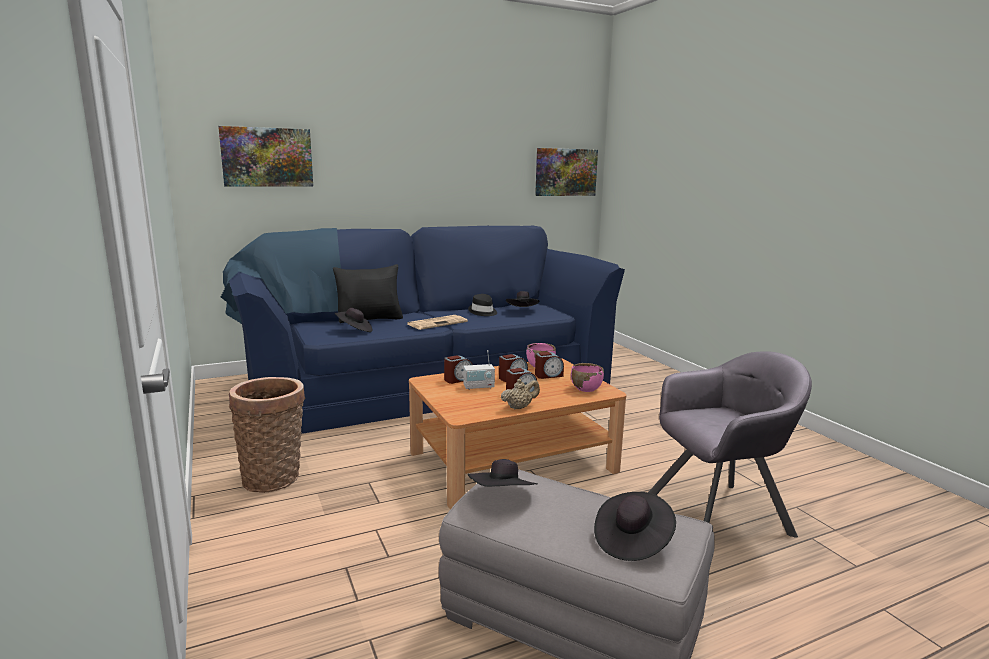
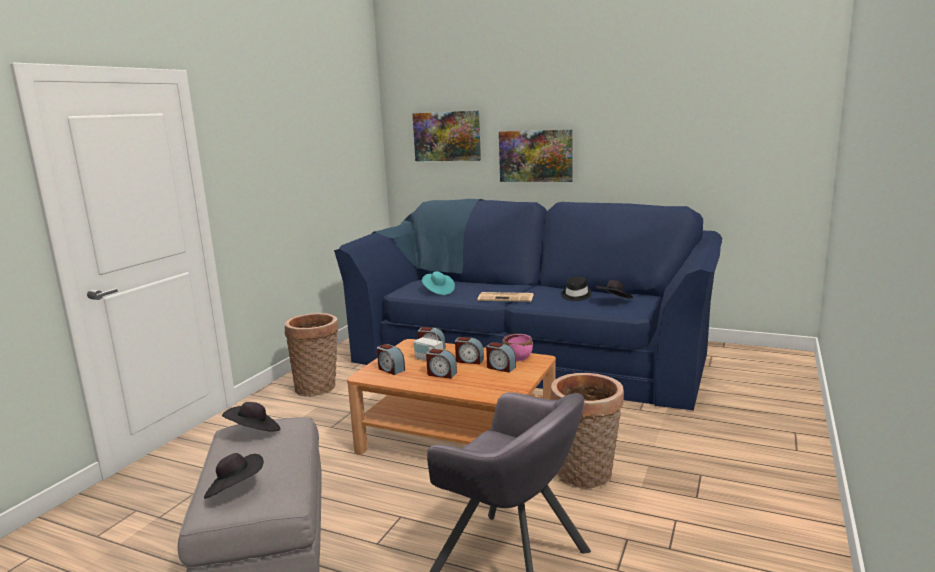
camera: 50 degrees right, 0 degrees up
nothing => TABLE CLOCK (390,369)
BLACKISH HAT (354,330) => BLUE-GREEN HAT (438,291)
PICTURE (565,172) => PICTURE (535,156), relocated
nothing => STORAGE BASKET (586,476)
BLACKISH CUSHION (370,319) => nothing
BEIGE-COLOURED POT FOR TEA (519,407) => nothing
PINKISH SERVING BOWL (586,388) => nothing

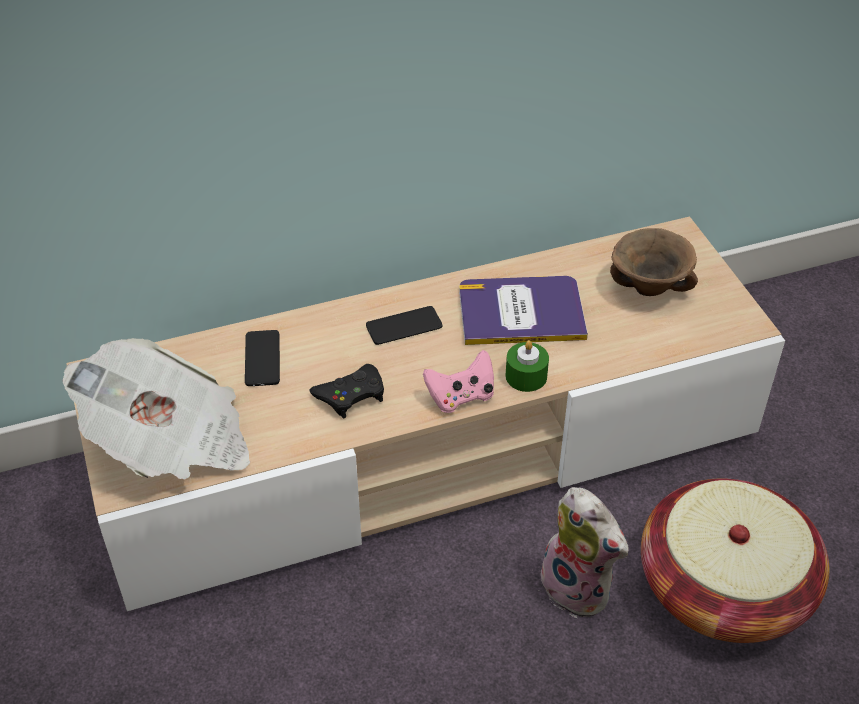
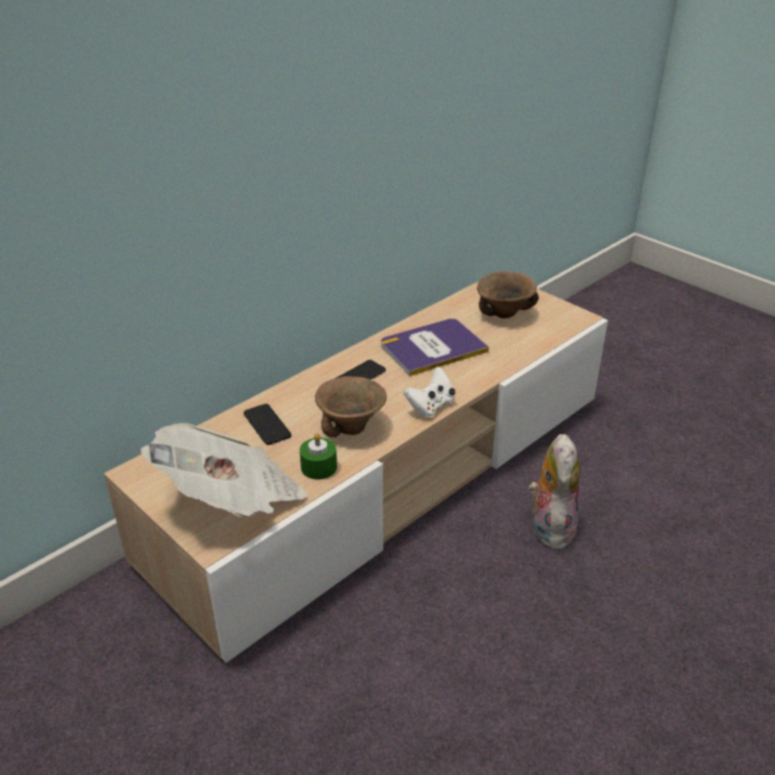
camera: 25 degrees left, 10 degrees down
GREEN CANDLE (526,376) => GREEN CANDLE (319,467), relocated
BLACKISH JOYPAD (351,395) => BROWN SERVING BOWL (351,428)
PINKISH JOYPAD (461,396) => WHITISH JOYPAD (431,406)
PLUSH TOY (580,588) => PLUSH TOY (549,526), 105 degrees counterclockwise
STORAGE BASKET (724,589) => nothing

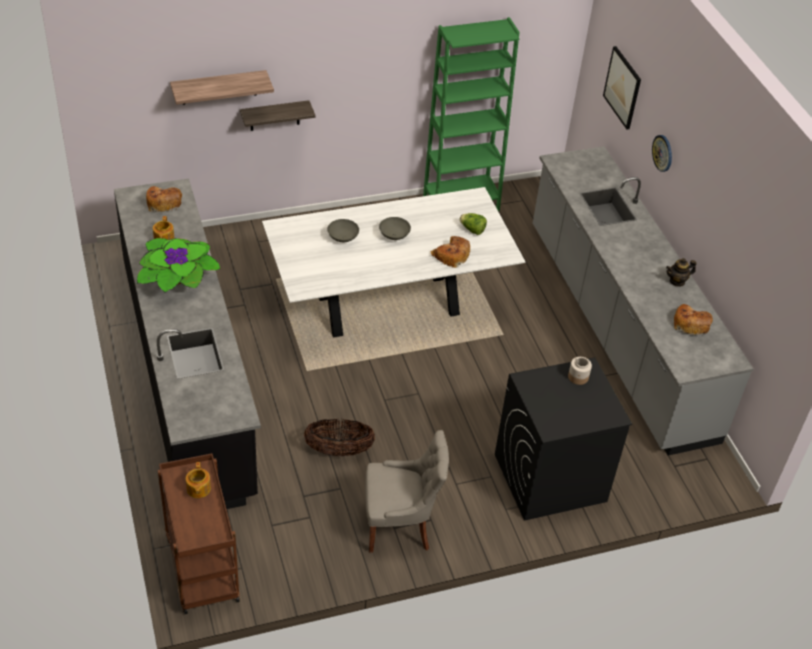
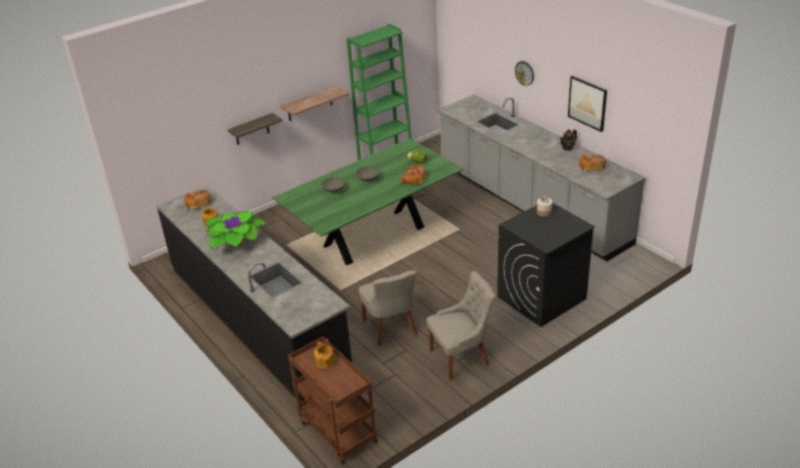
camera: 15 degrees left, 10 degrees down
WHITISH KITCHEN TABLE (388,306) => GREEN KITCHEN TABLE (373,237)
SHELF (219,87) => SHELF (309,103), relocated
STORAGE BASKET (338,450) => GREYISH CHAIR (391,328)
PICTURE (622,87) => PICTURE (587,103), relocated

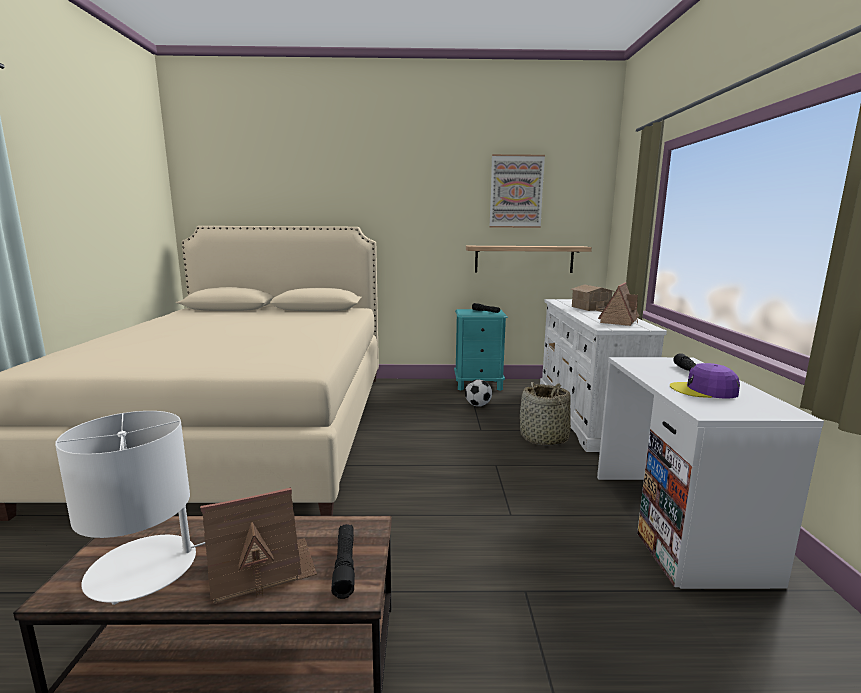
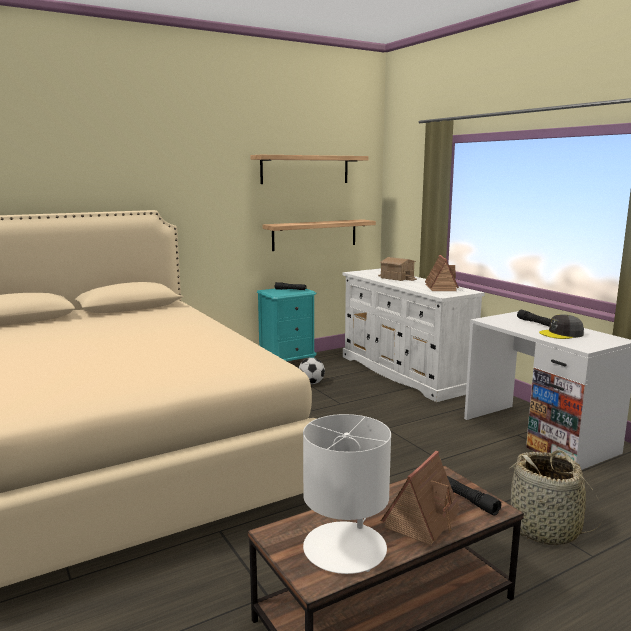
camera: 30 degrees left, 0 degrees up
PICTURE (516,191) => SHELF (305,169)
STORAGE BASKET (544,438) => STORAGE BASKET (545,529), relocated
PURPLE-COLOURED CAP (704,390) => GREYISH CAP (561,334)

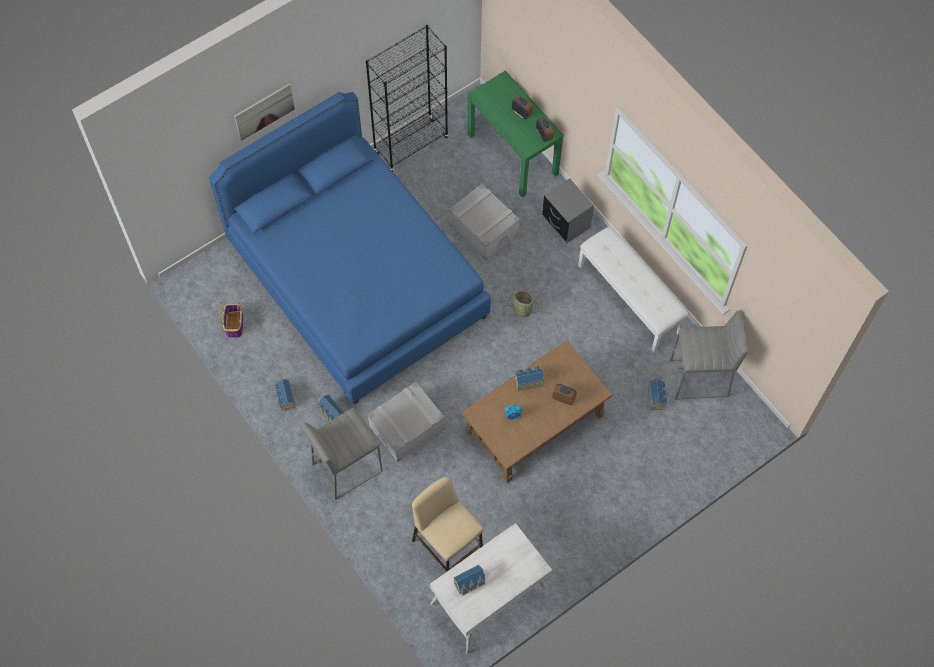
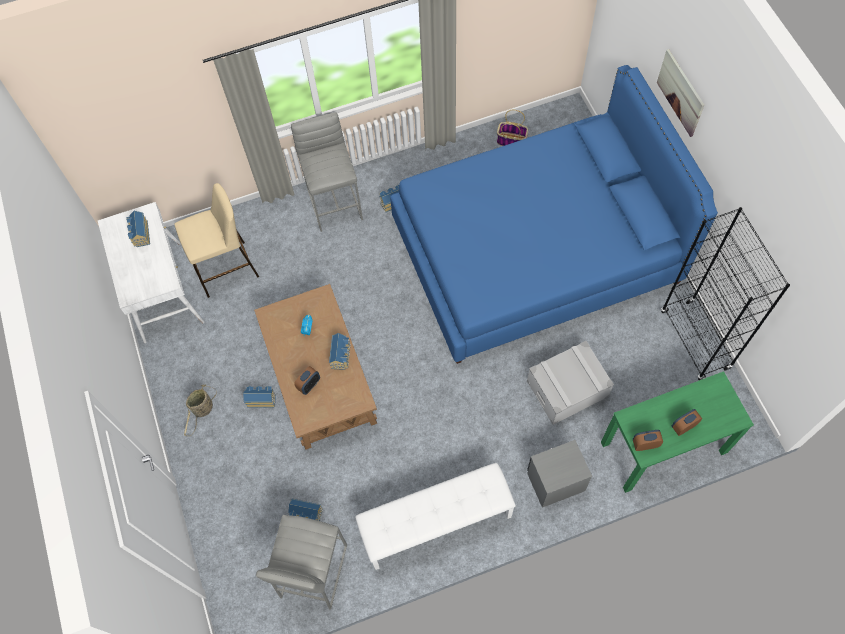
camera: 110 degrees right, 0 degrees up
STORAGE BASKET (524,311) => STORAGE BASKET (203,410), relocated
MINIATURE HOUSE (285,399) => MINIATURE HOUSE (261,399), relocated
GREYISH STORAGE BIN (407,427) => nothing

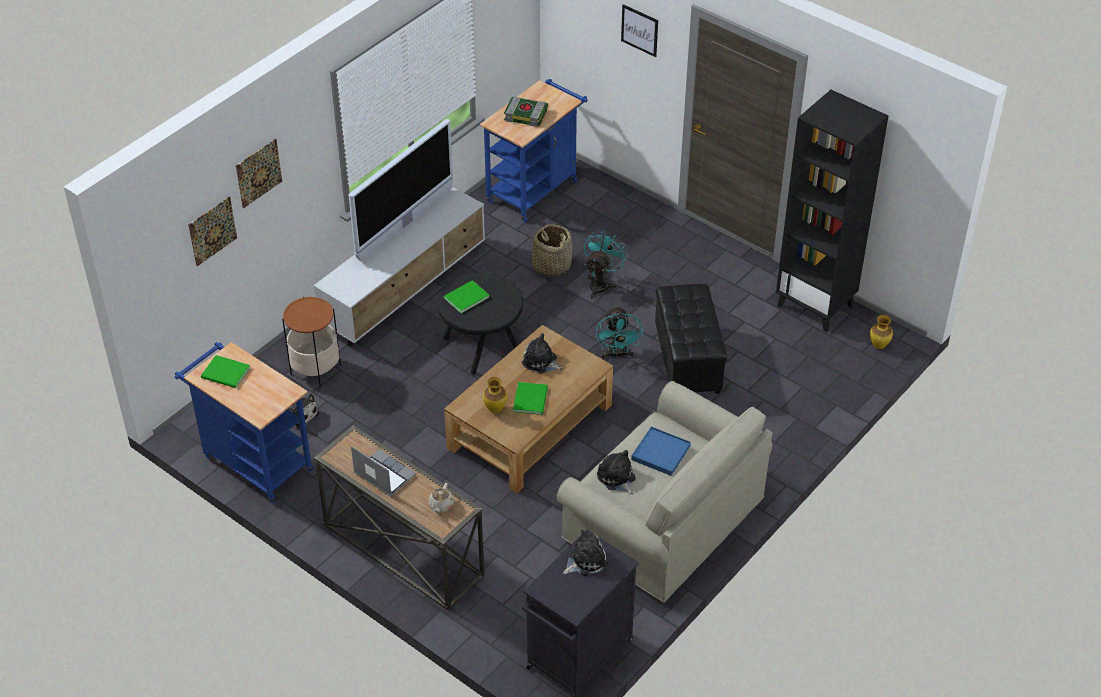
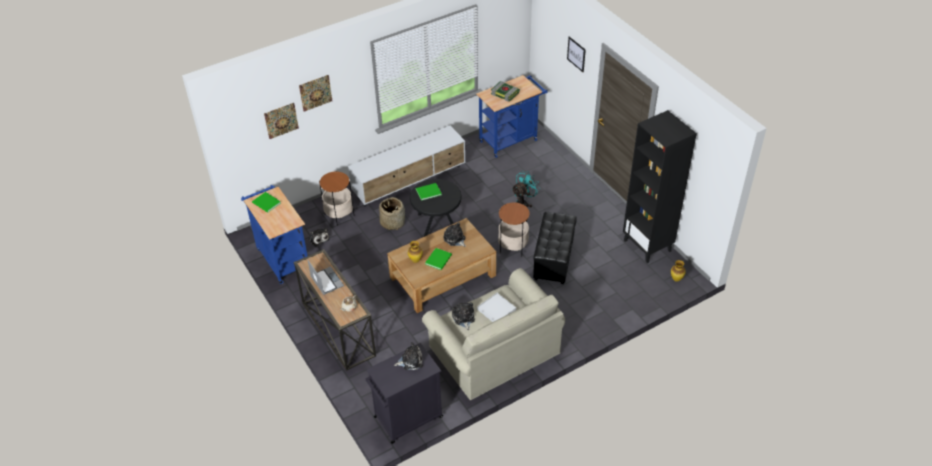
camera: 20 degrees right, 0 degrees up
STORAGE BASKET (551,265) => STORAGE BASKET (392,222), relocated
BLUISH CARRYING TRAY (660,453) => WHITISH CARRYING TRAY (496,309)
BLUE-GREEN ELECTRIC FAN (617,355) => ACCENT TABLE (513,247)
TELEVISION (405,225) => nothing

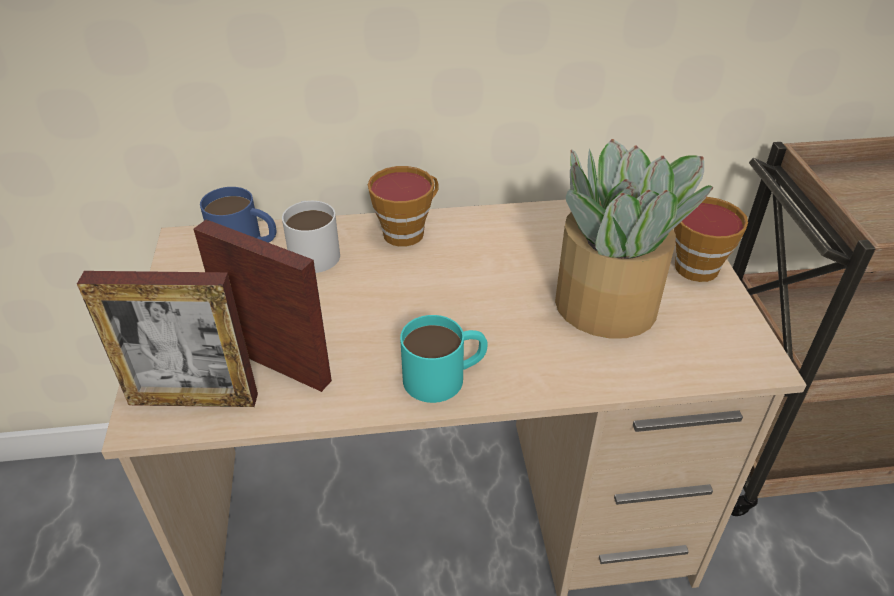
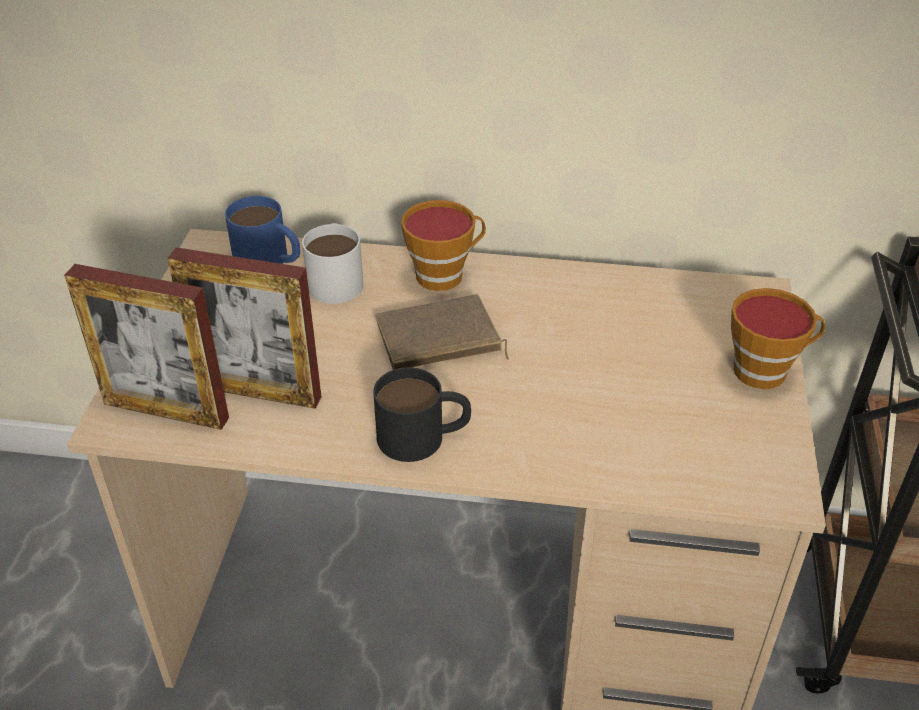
camera: 15 degrees right, 0 degrees up
STANDING FRAME (277,364) => STANDING FRAME (258,392), 150 degrees clockwise
BLUE-GREEN TEA MUG (445,376) => BLACKISH TEA MUG (423,437)
nothing => BROWN BOUND BOOK (438,341)
POTTED PLANT (607,307) => nothing

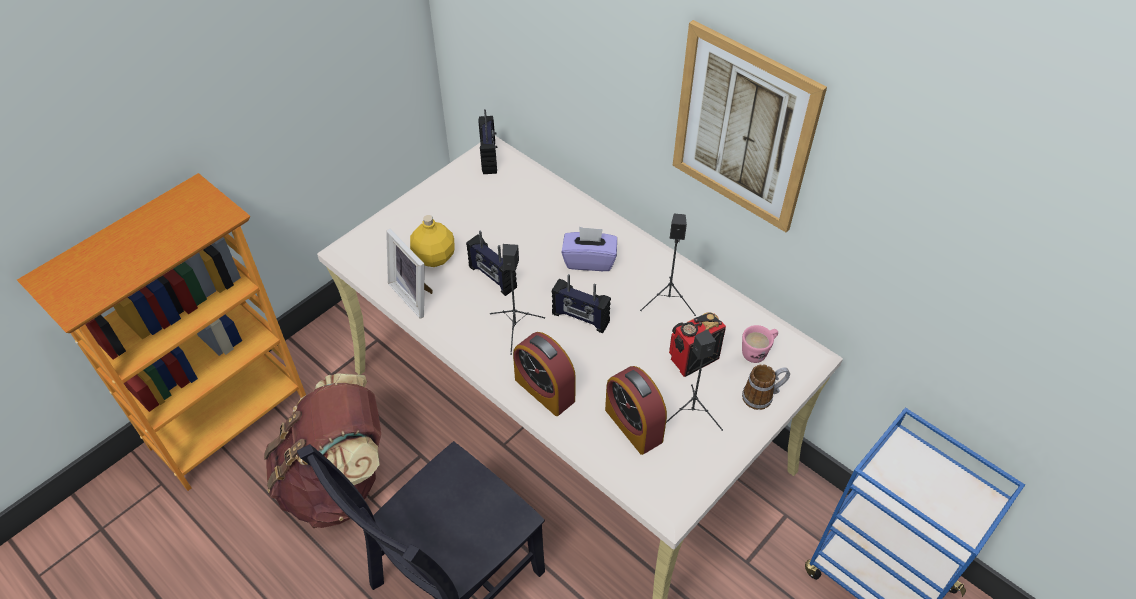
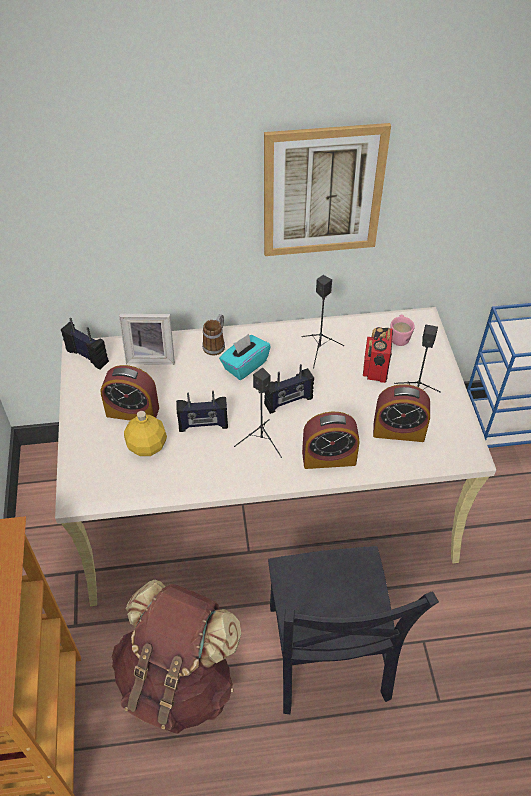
camera: 50 degrees left, 0 degrees up
nothing => TABLE CLOCK (132,412)
STANDING FRAME (415,294) => STANDING FRAME (151,356), relocated
TEA MUG (763,396) => TEA MUG (216,344), relocated
PURPLE-COLOURED BOX OF TISSUES (589,260) => BLUE-GREEN BOX OF TISSUES (245,365)

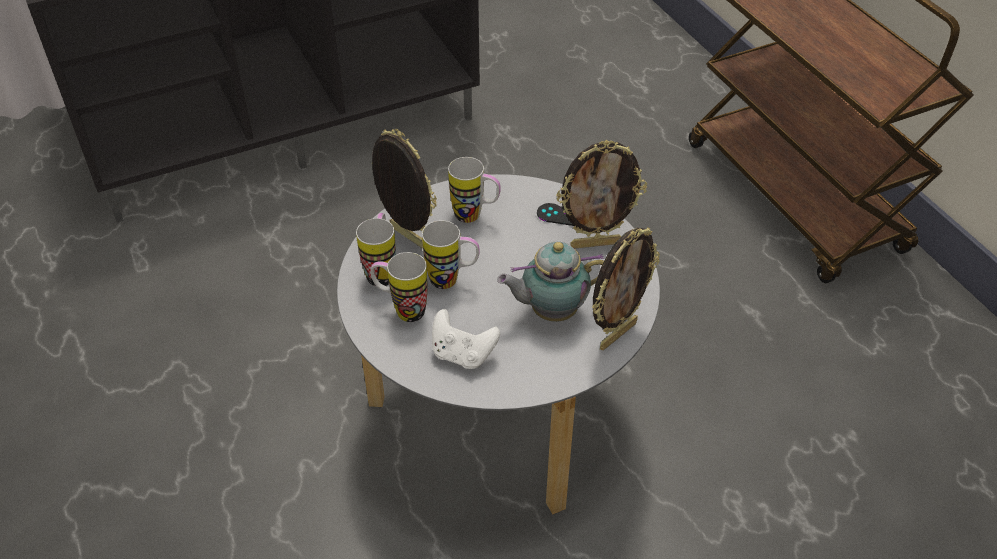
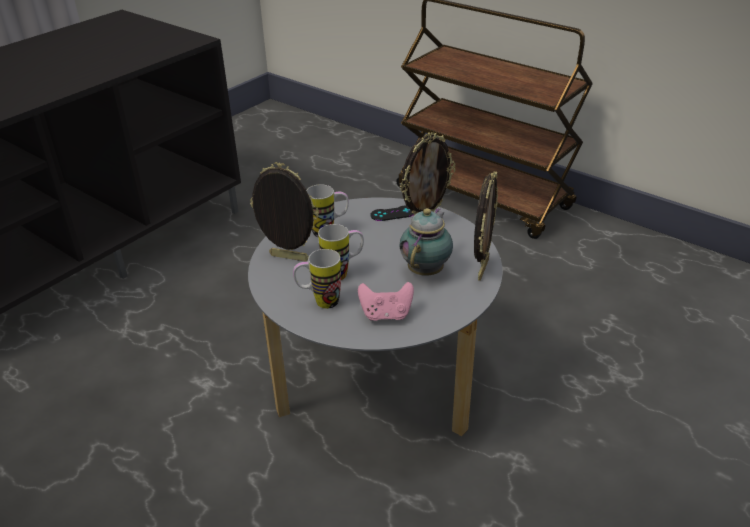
camera: 25 degrees left, 10 degrees down
WHITISH JOYPAD (462,354) => PINKISH JOYPAD (386,314)
POT FOR TEA (550,311) => POT FOR TEA (427,270), 150 degrees clockwise
TEA MUG (382,270) => nothing

